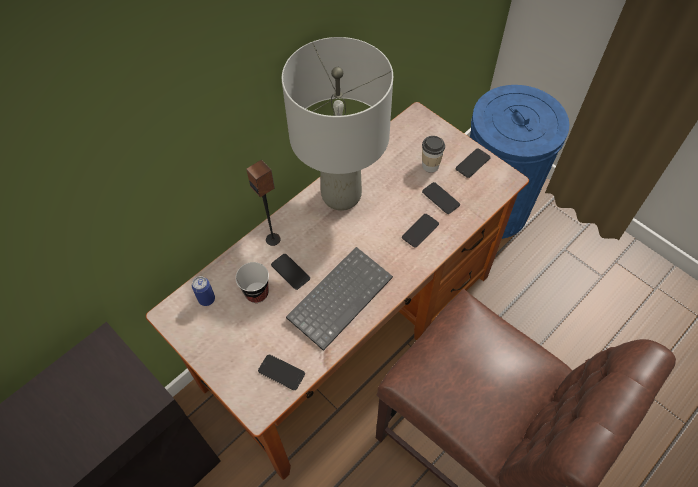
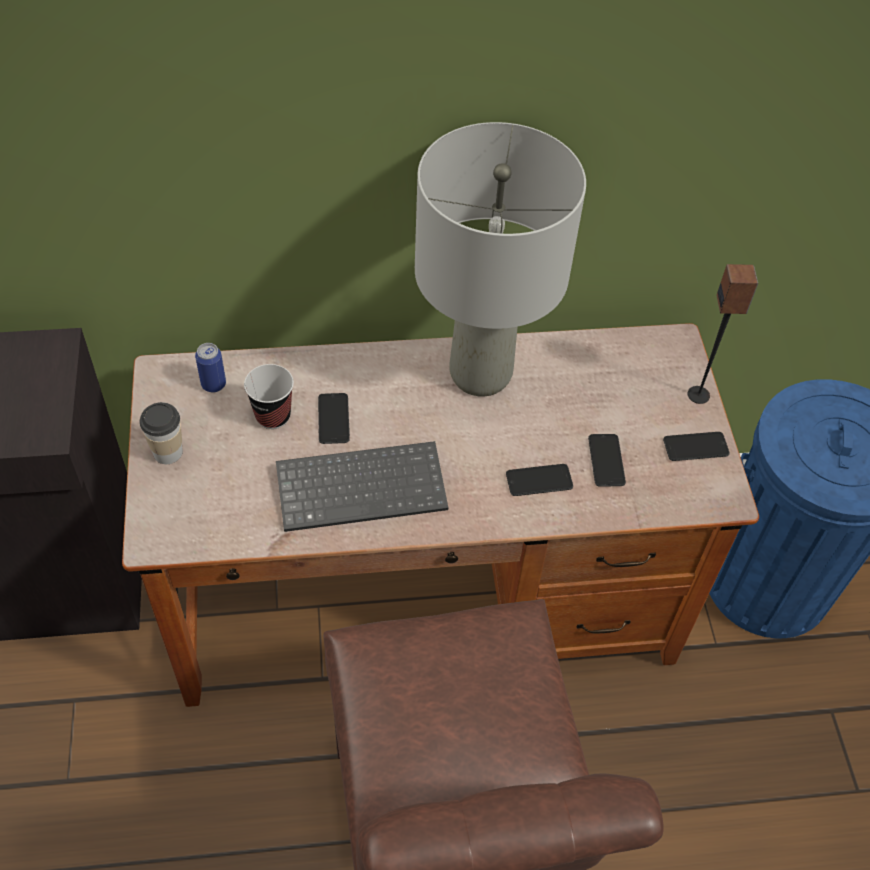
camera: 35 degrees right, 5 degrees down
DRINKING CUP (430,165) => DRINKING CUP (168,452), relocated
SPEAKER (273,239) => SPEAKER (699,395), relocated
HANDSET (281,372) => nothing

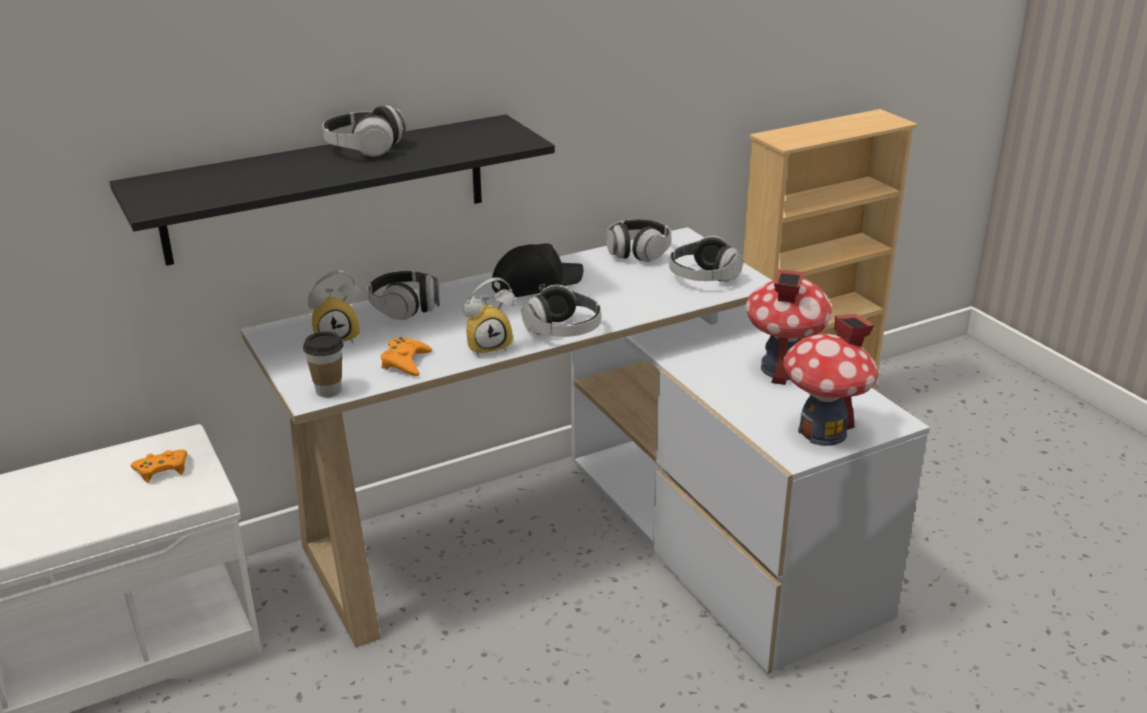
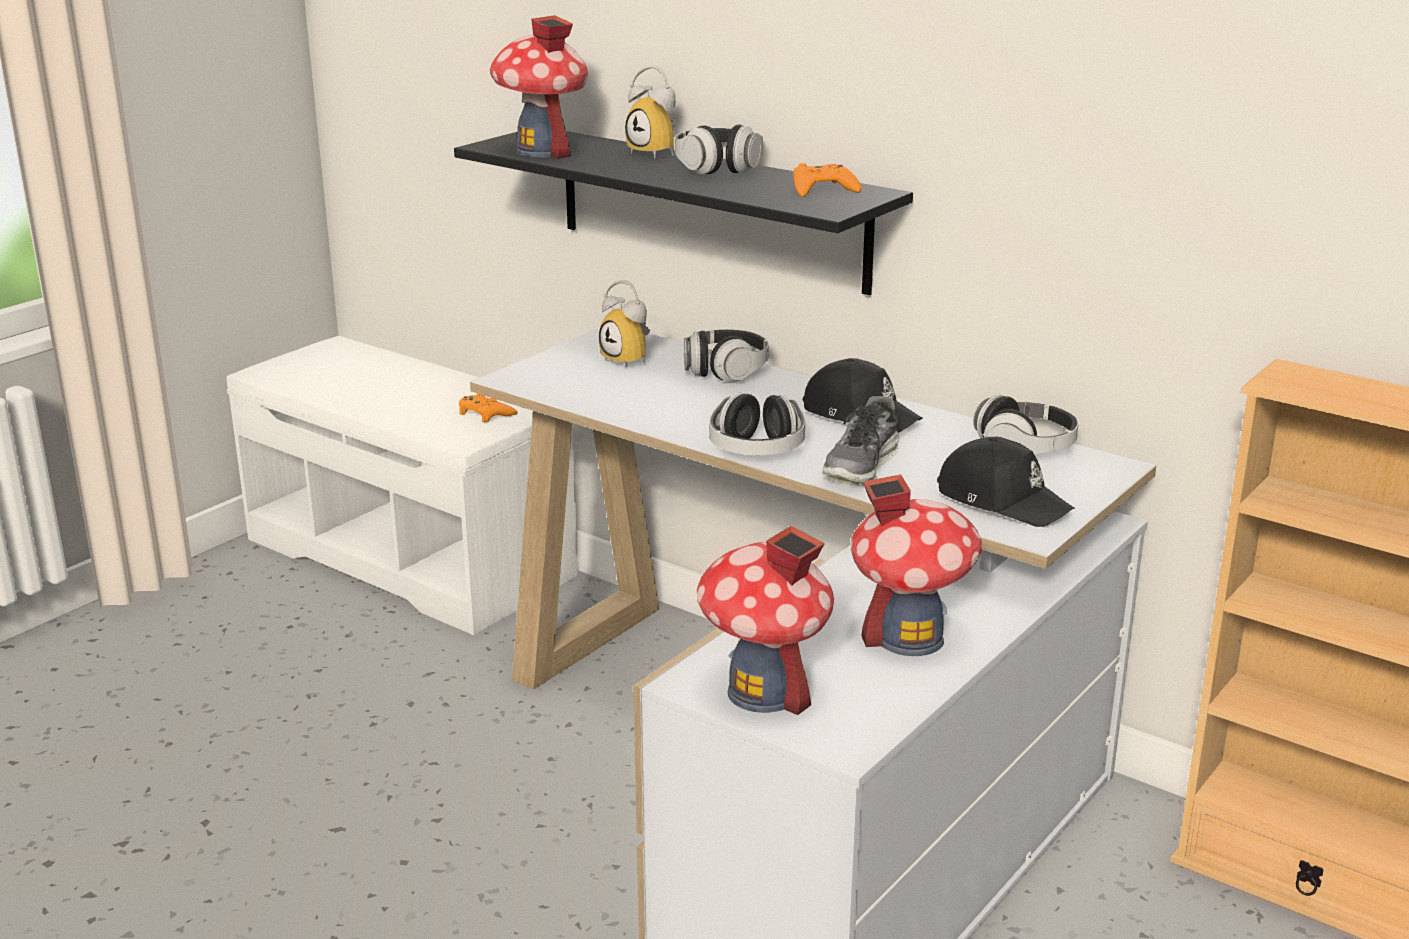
camera: 65 degrees right, 5 degrees down
nothing => MINIATURE HOUSE (542,151)
TABLE CLOCK (489,346) => TABLE CLOCK (658,153), relocated
ORANGE JOYPAD (405,362) => ORANGE JOYPAD (822,189), relocated
nothing => SHOE (862,466)
HEADPHONES (703,277) => BLACKISH CAP (1002,500)
DRINKING CUP (328,390) => nothing

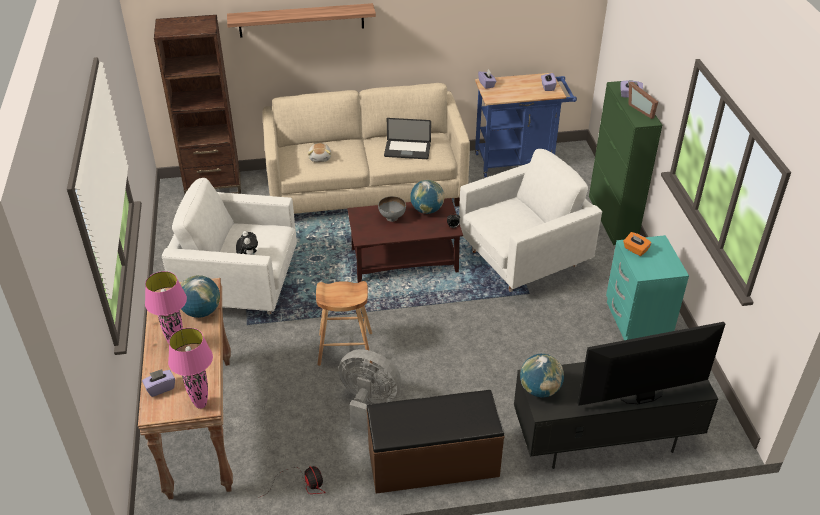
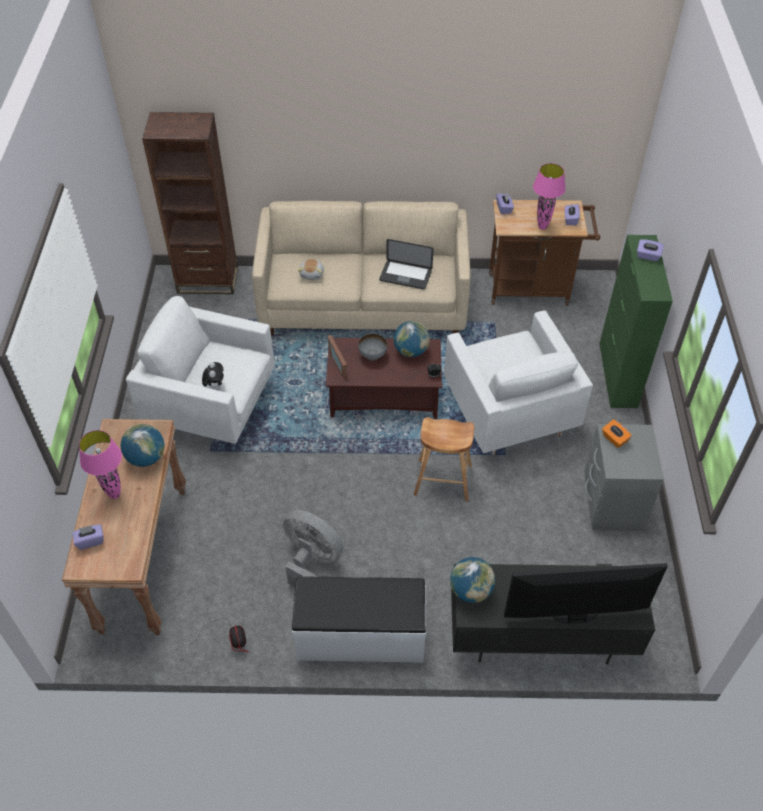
camera: 10 degrees right, 10 degrees up
BROWN BENCH (433,463) => WHITISH BENCH (360,636)
STANDING FRAME (642,109) => STANDING FRAME (341,363), relocated
BROWN STOOL SEAT (345,348) => BROWN STOOL SEAT (443,480), relocated
WHITISH EASY CHAIR (522,259) => WHITISH EASY CHAIR (508,412), 90 degrees clockwise
BLUISH WHEELED CART (518,161) => BROWN WHEELED CART (534,289)
PINKISH TABLETOP LAMP (201,405) => PINKISH TABLETOP LAMP (542,227), relocated
BLUE-GREEN NIGHT TABLE (637,320) => GREYISH NIGHT TABLE (611,503)
SHELF (301,20) => nothing

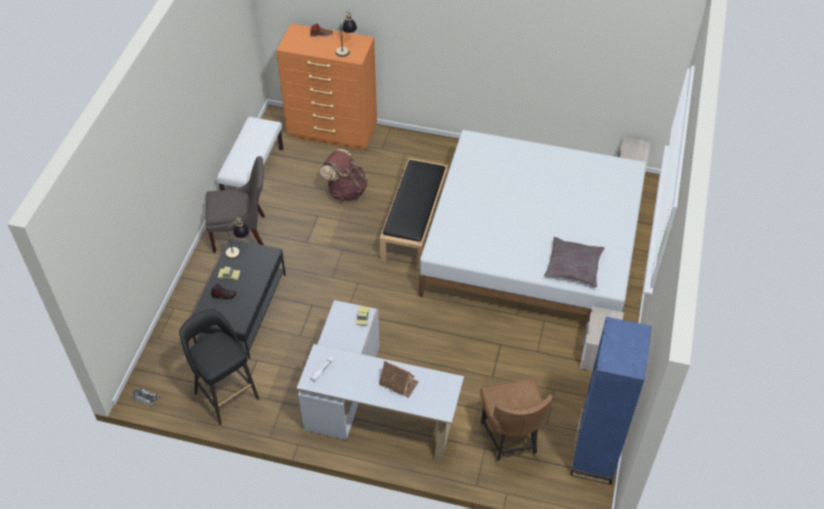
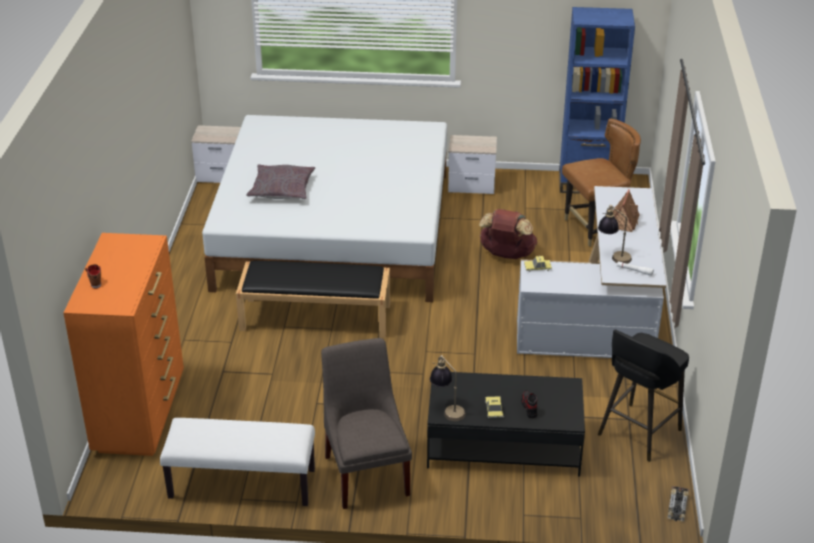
camera: 100 degrees left, 15 degrees down
GREYISH CUSHION (573,266) => GREYISH CUSHION (281,189), relocated
BROWN RUCKSACK (346,191) => BROWN RUCKSACK (506,255), relocated
TABLETOP LAMP (346,49) => TABLETOP LAMP (613,256), relocated

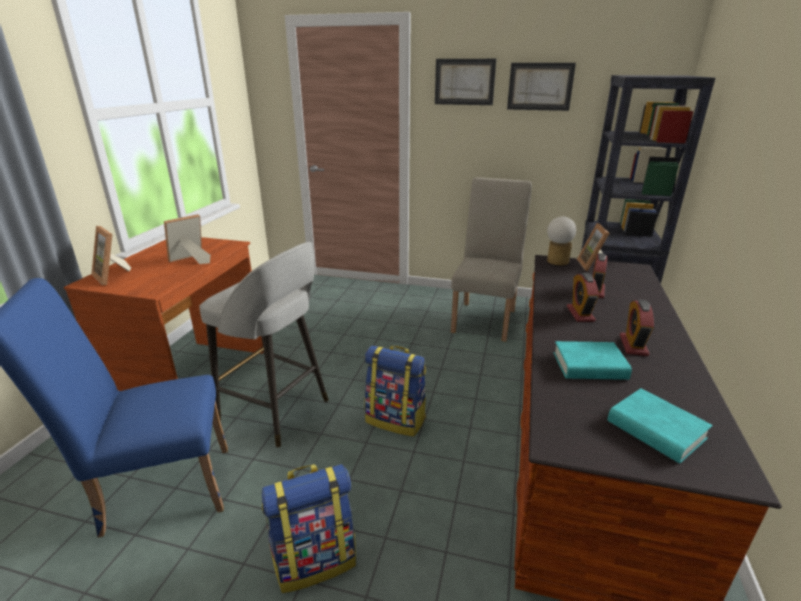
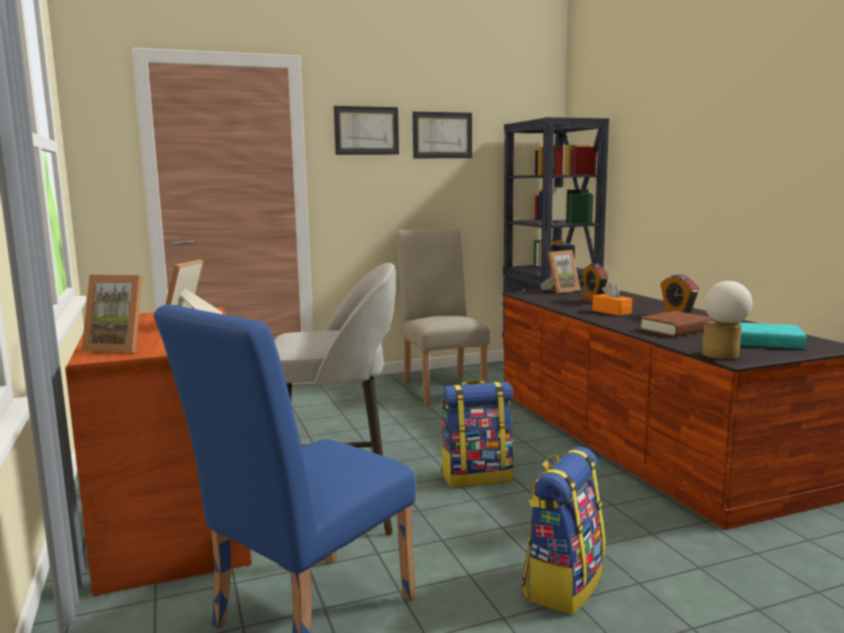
camera: 35 degrees left, 15 degrees down
STANDING FRAME (592,265) => STANDING FRAME (560,291), 90 degrees counterclockwise
TABLE CLOCK (580,314) => ORANGE BOX OF TISSUES (611,312)
BLUE-GREEN BOUND BOOK (589,366) => BROWN BOUND BOOK (675,330)
TABLETOP LAMP (556,262) => TABLETOP LAMP (722,356), relocated

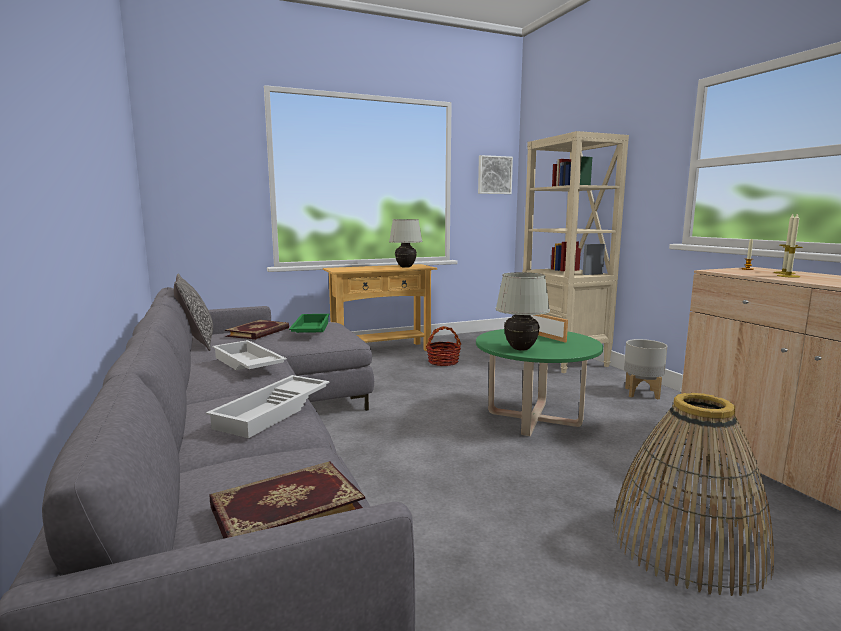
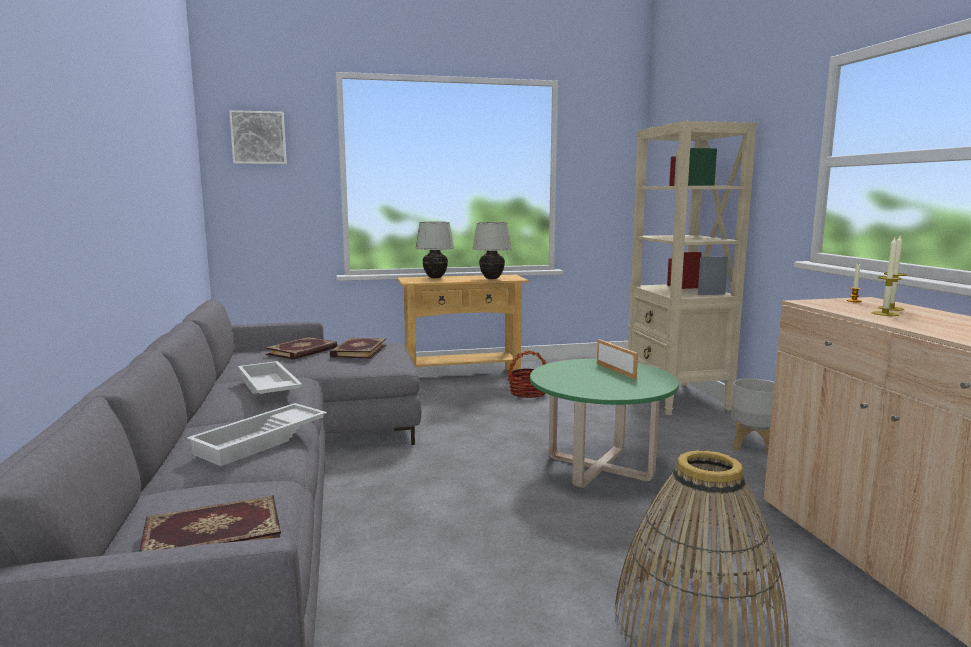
camera: 10 degrees right, 0 degrees up
PICTURE (494,175) => PICTURE (258,138), relocated
GREEN CARRYING TRAY (310,330) => BOUND BOOK (358,351)
WHITISH TABLETOP LAMP (521,349) => WHITISH TABLETOP LAMP (435,278), relocated
CUSHION (197,343) => nothing

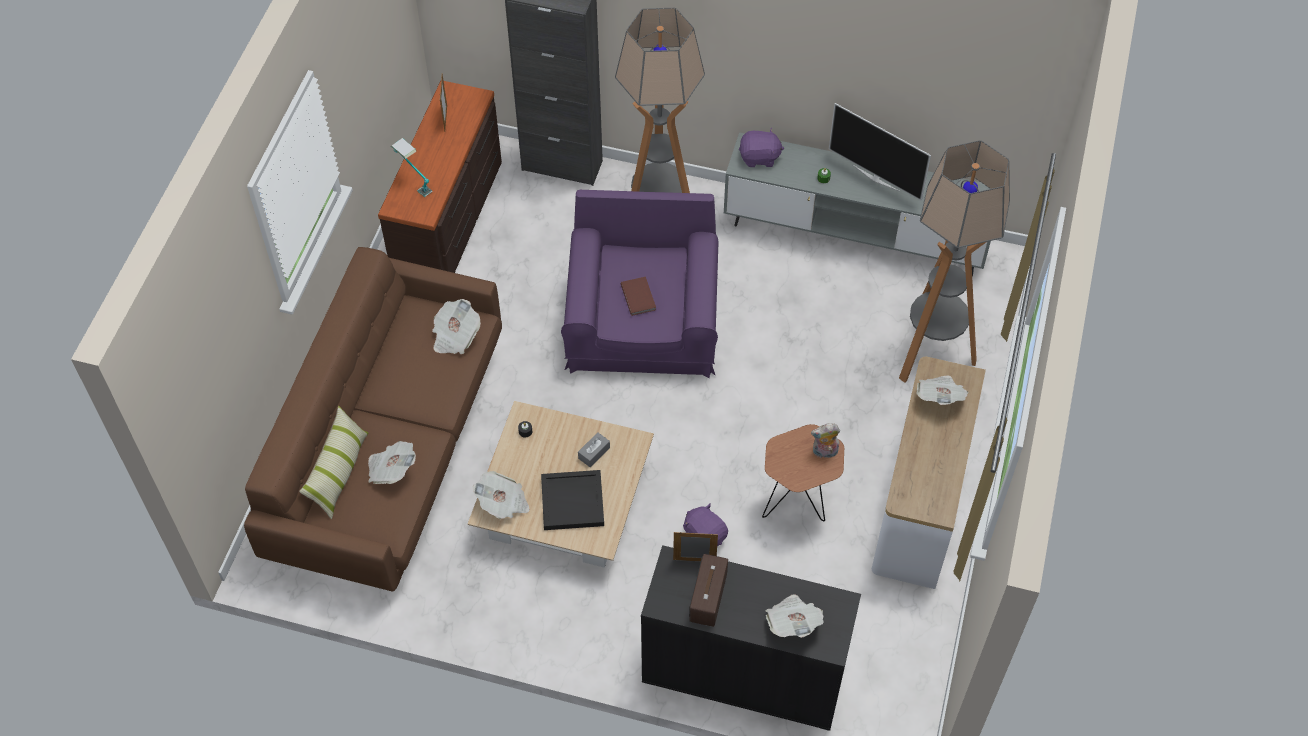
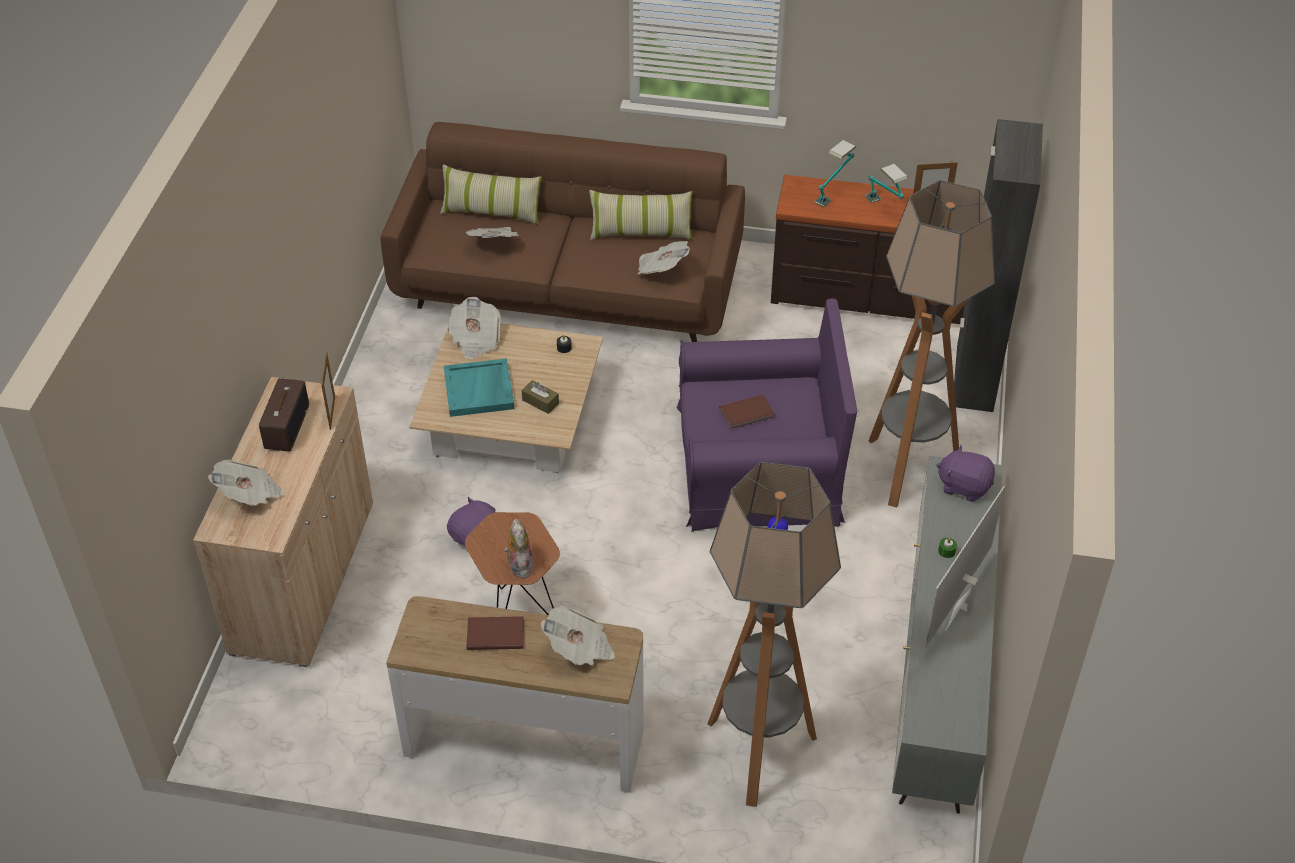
camera: 85 degrees right, 10 degrees down
BLACKISH CUPBOARD (744,672) => BEIGE-COLOURED CUPBOARD (304,578)
RADIO RECEIVER (709,598) => RADIO RECEIVER (286,426), 90 degrees clockwise
BLACKISH CARRYING TRAY (573,501) => BLUE-GREEN CARRYING TRAY (479,390)
nothing => BROWN BOUND BOOK (495,634)
GREYISH BOX OF TISSUES (594,453) => BROWN BOX OF TISSUES (540,402)
nothing => CUSHION (641,233)
nothing => TABLETOP LAMP (883,208)
PURPLE-COLOURED PLUSH TOY (759,157) => PURPLE-COLOURED PLUSH TOY (964,486), 120 degrees clockwise

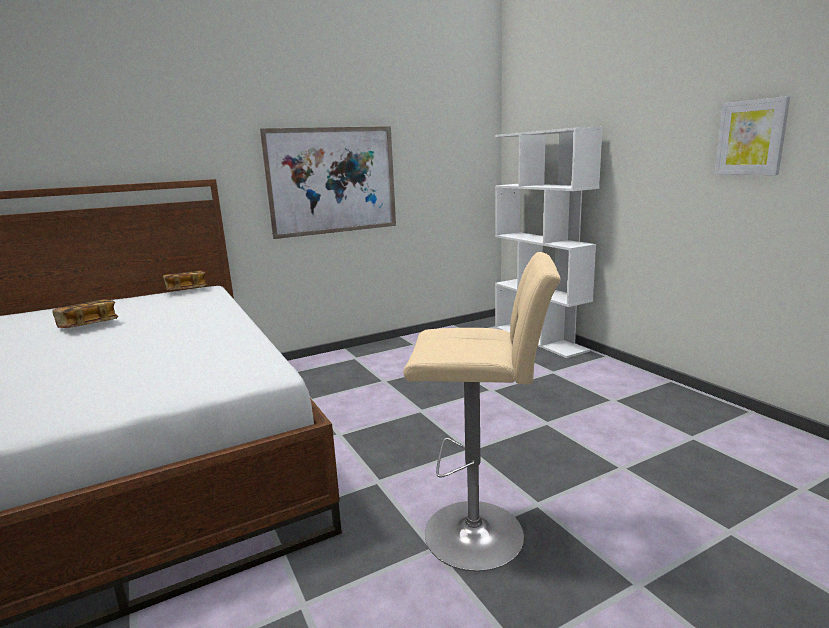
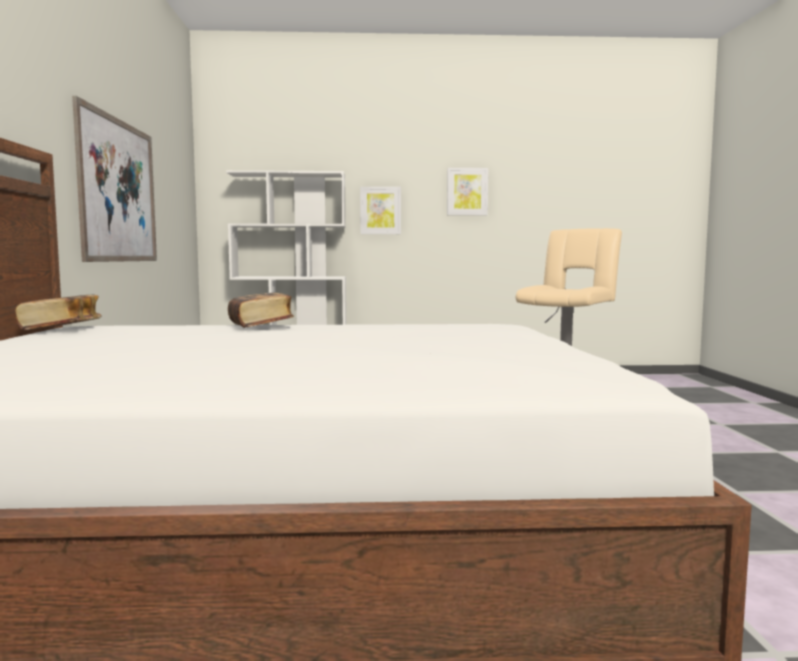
camera: 65 degrees left, 10 degrees down
BOUND BOOK (88,326) => BOUND BOOK (260,326), relocated
nothing => PICTURE (380,210)

